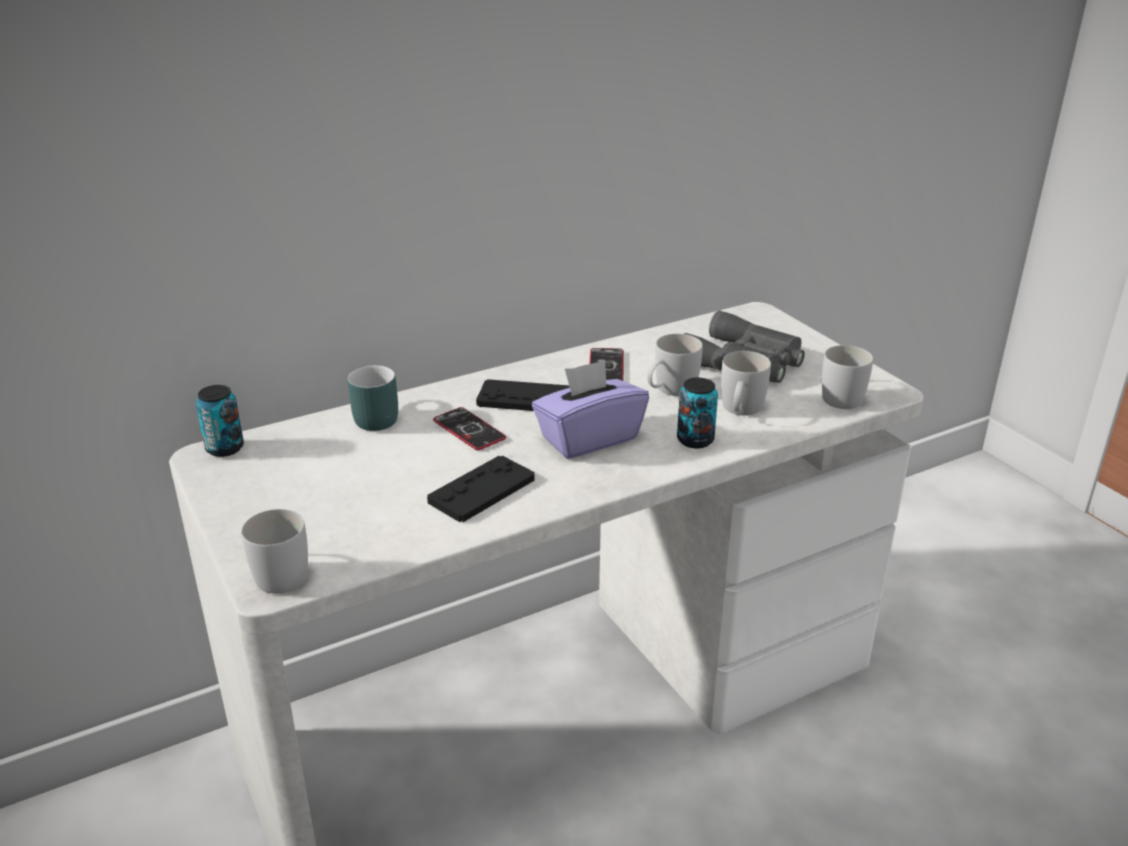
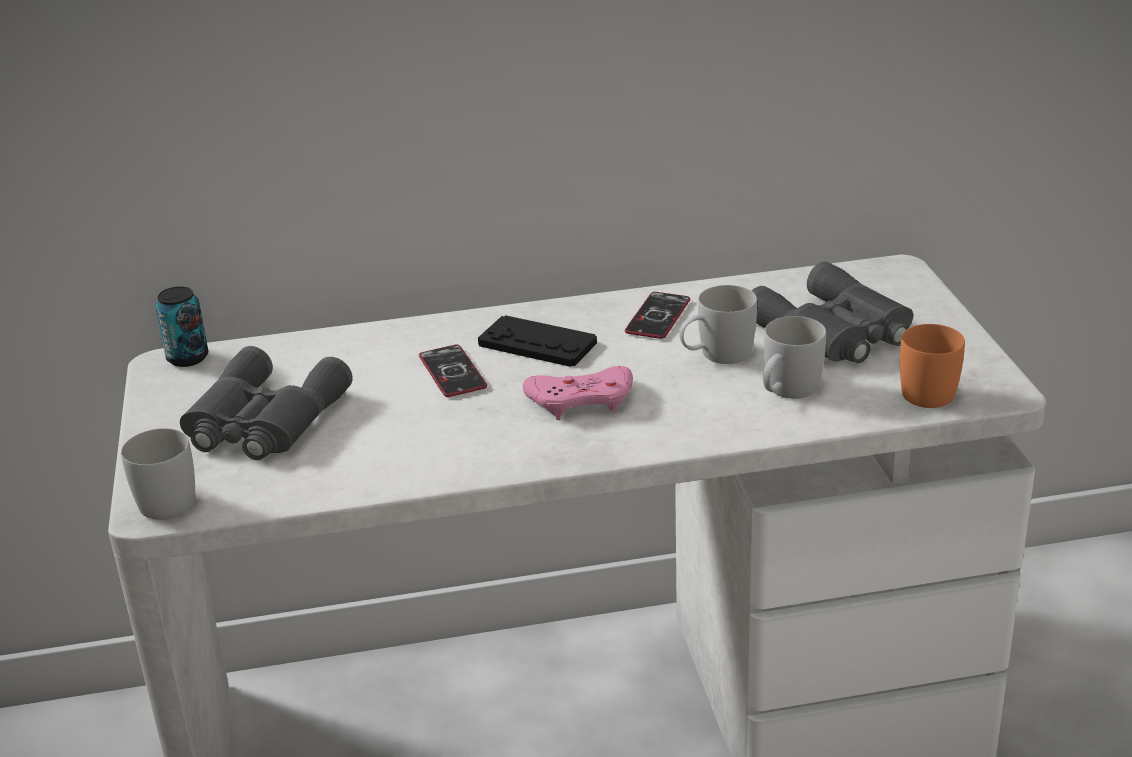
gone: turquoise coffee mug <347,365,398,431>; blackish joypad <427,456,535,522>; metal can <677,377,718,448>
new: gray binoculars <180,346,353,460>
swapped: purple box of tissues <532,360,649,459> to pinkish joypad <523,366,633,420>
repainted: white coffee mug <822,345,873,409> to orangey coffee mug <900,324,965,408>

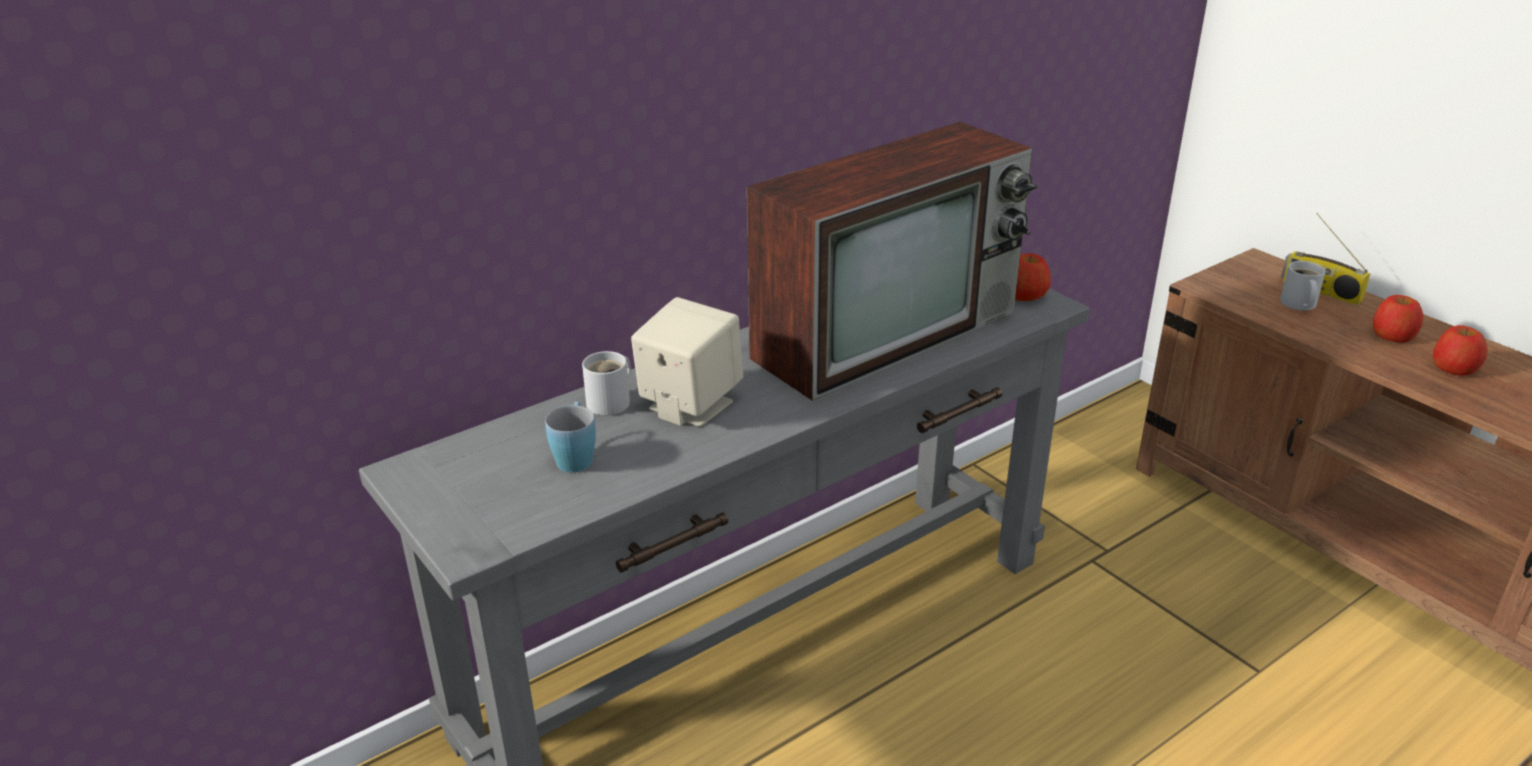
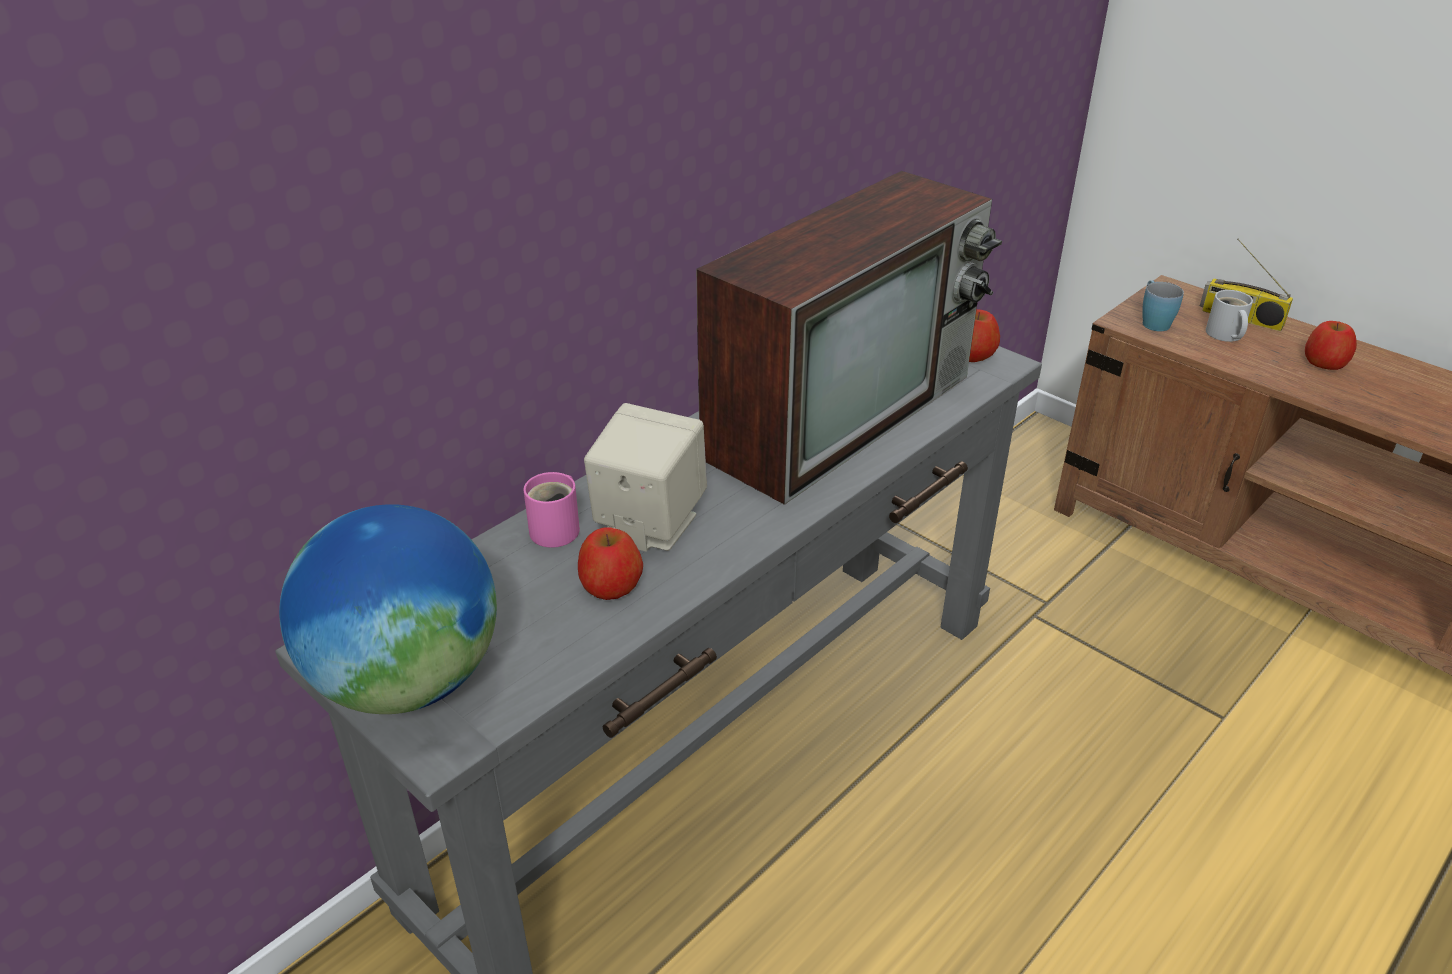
new: desk globe <279,504,497,714>
shifted: blue coffee mug <545,402,596,472> to <1143,280,1184,331>; apple <1433,325,1488,376> to <578,527,643,600>
repainted: white coffee mug <582,351,631,416> to pinkish coffee mug <523,472,580,548>

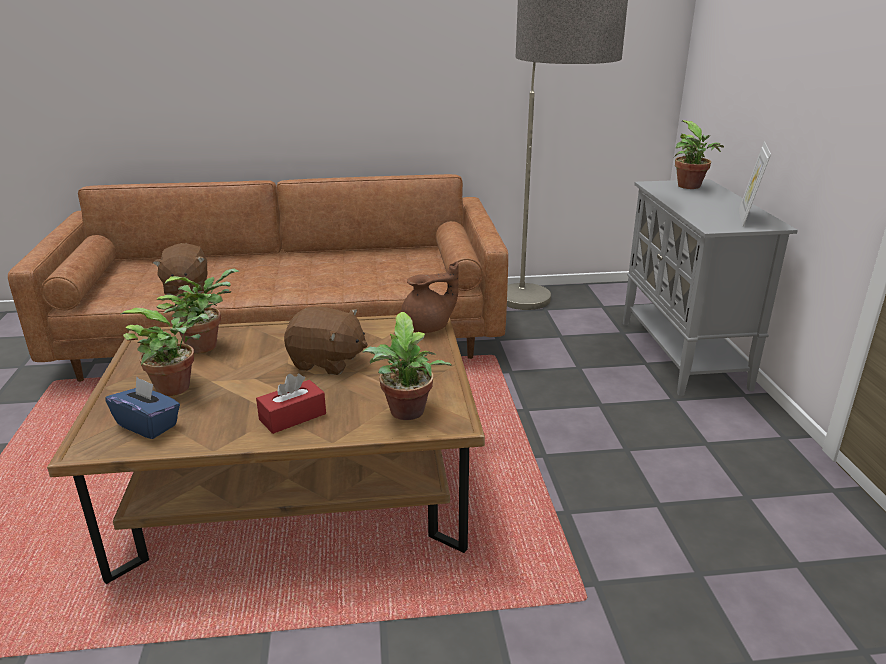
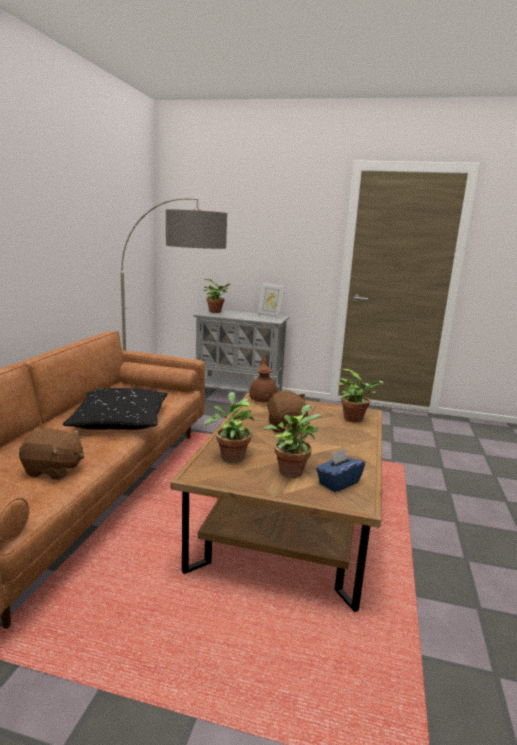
gone: reddish box of tissues <256,374,326,434>
new: blackish cushion <63,388,167,430>
rotated: brown-coloured plush toy <284,307,368,375> = <265,390,308,432> 45 degrees counterclockwise

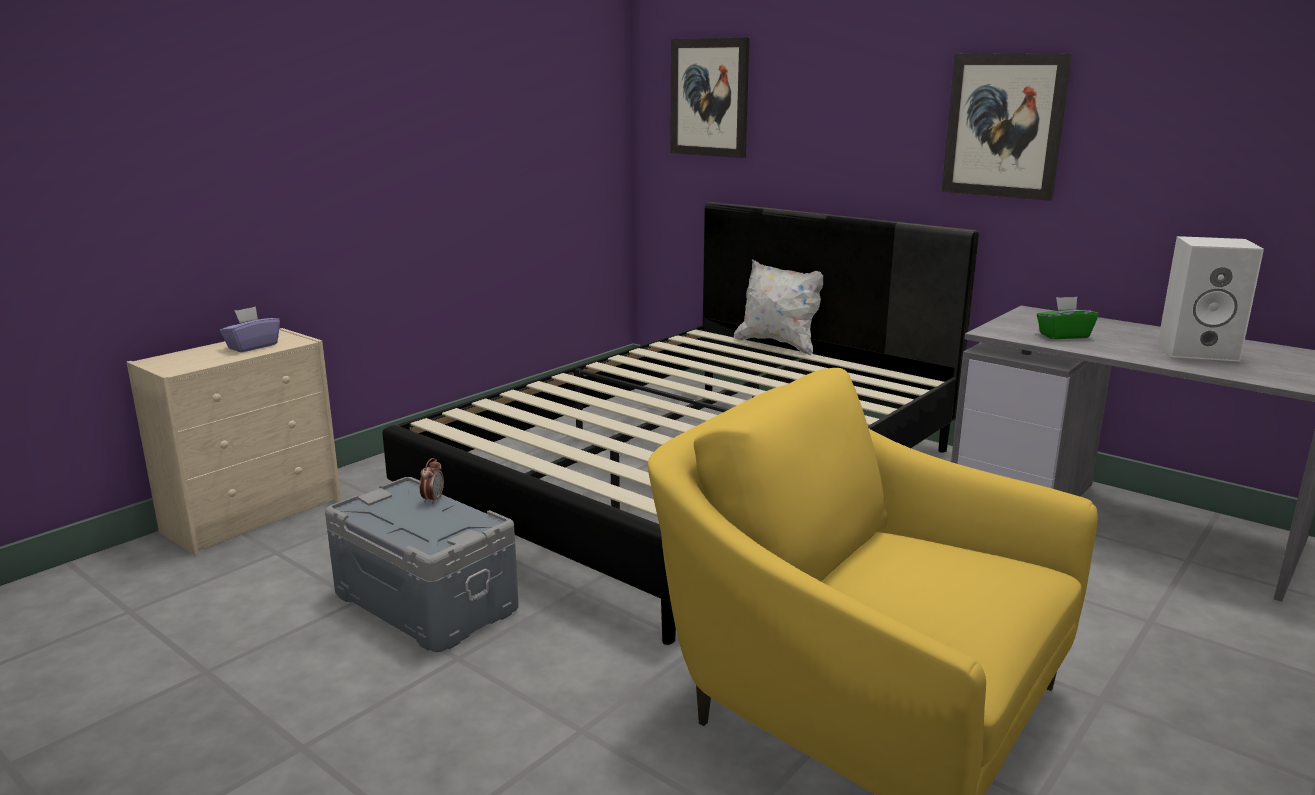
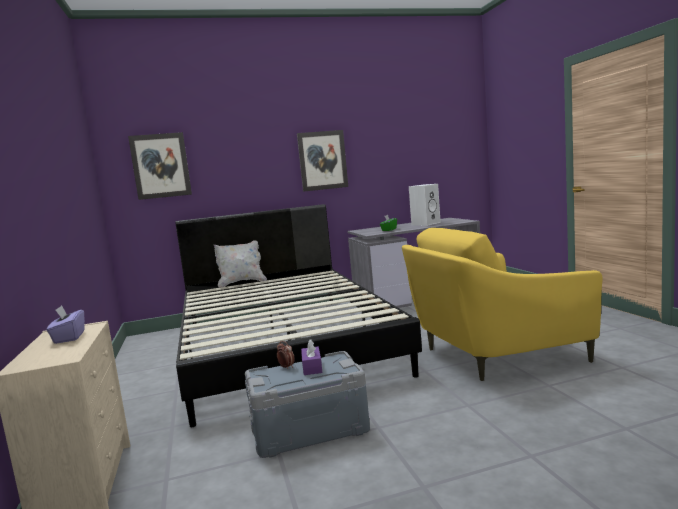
new: purple box of tissues <301,339,323,375>

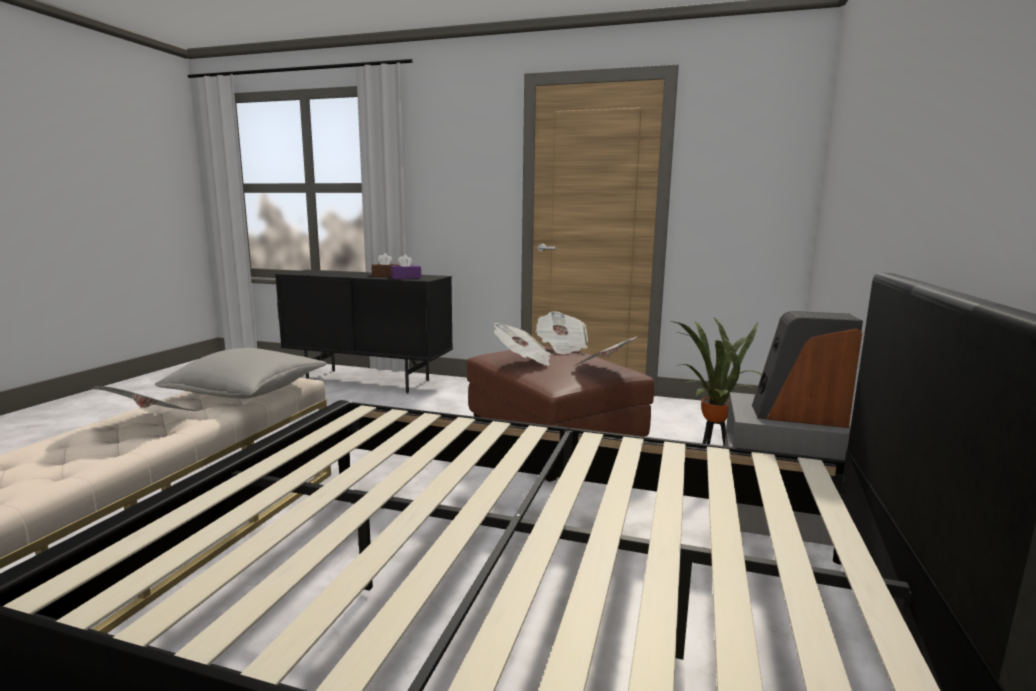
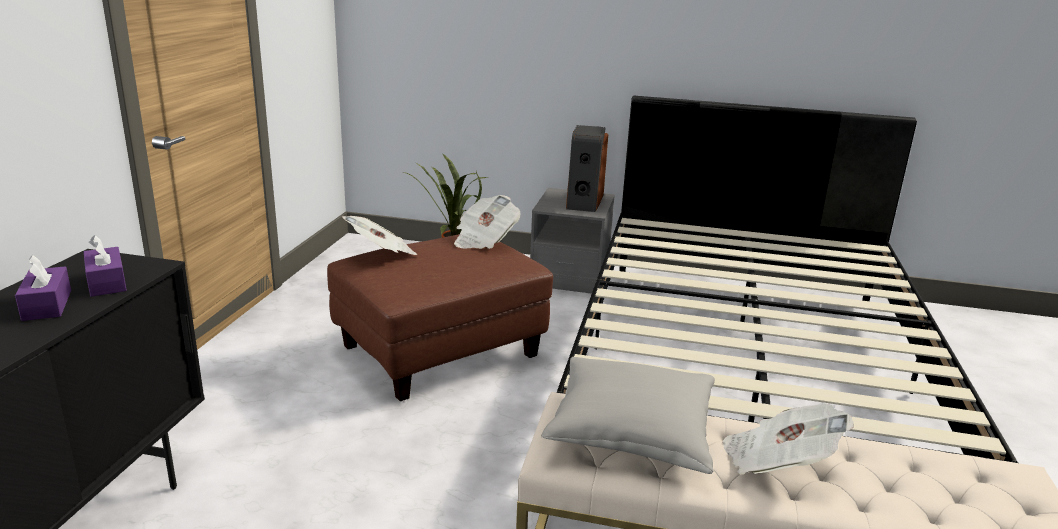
gone: printed paper <494,323,551,366>
repainted: brown-coloured box of tissues <372,253,400,277> to purple box of tissues <15,255,71,321>

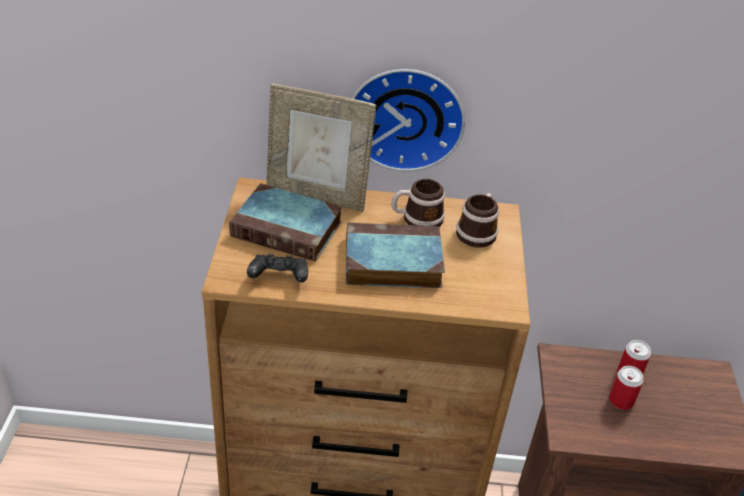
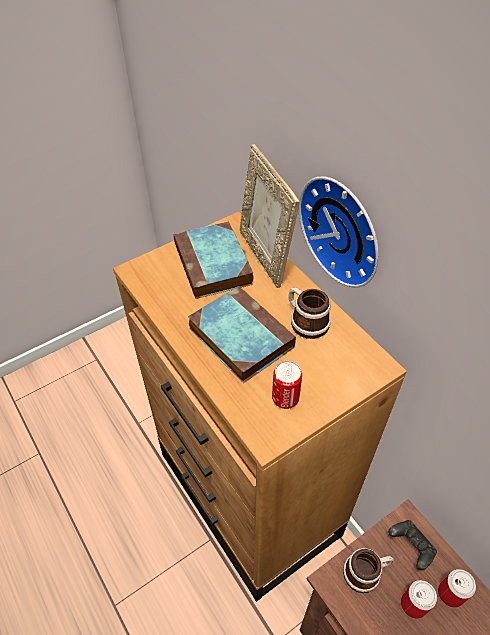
new: metal can <272,361,302,409>
shifted: blackish joypad <247,254,308,283> to <388,520,437,570>; coffee mug <456,193,499,247> to <343,548,393,593>

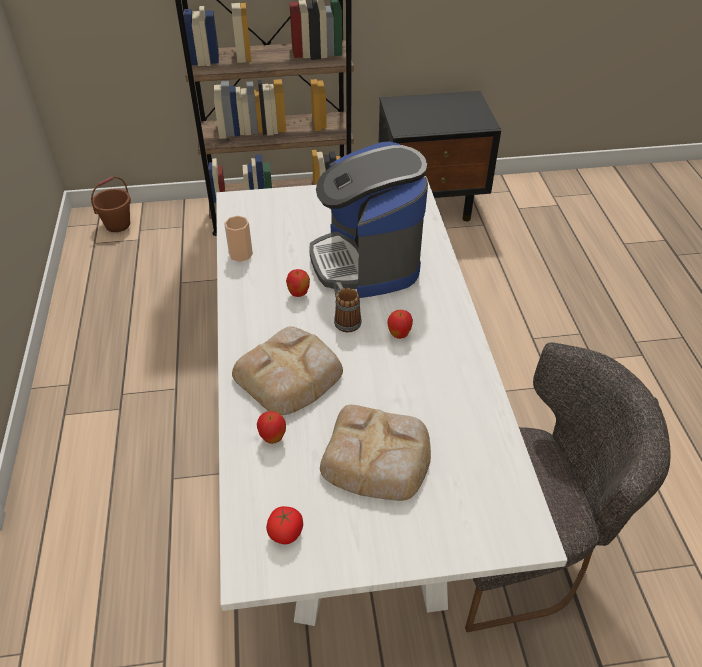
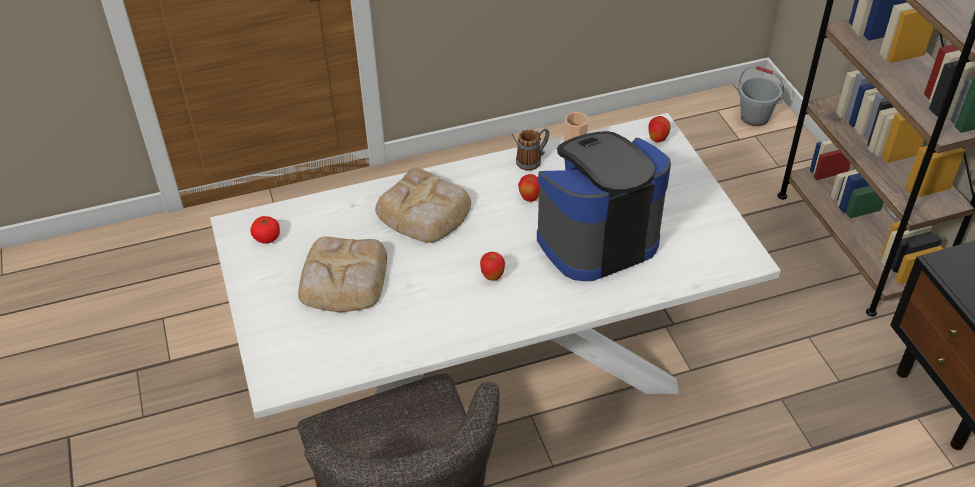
shifted: apple <257,411,286,444> to <649,116,671,143>; coffee mug <334,282,362,332> to <516,127,549,171>
repainted: brown-coloured water bucket <91,177,131,232> to gray water bucket <738,66,784,126>

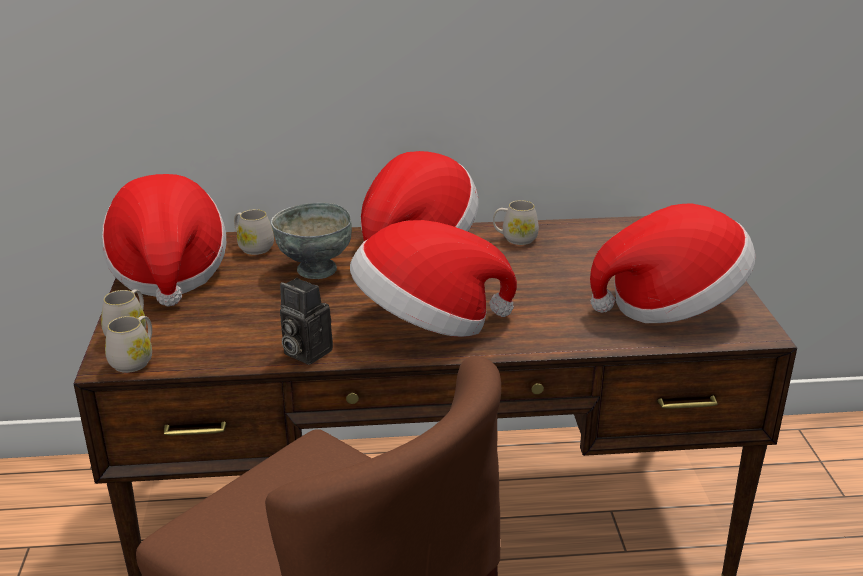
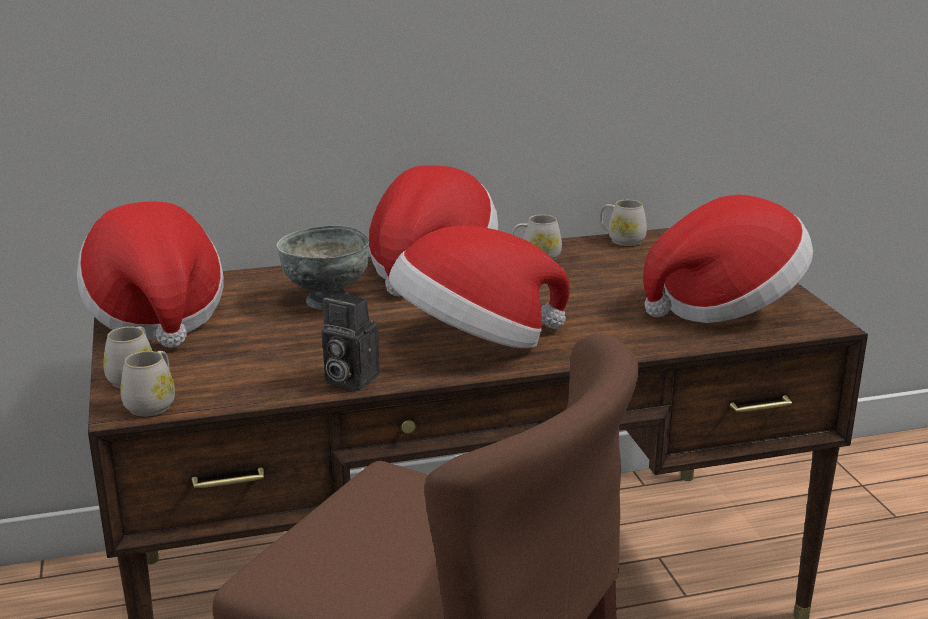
shifted: white coffee mug <234,209,274,255> to <600,200,647,246>

